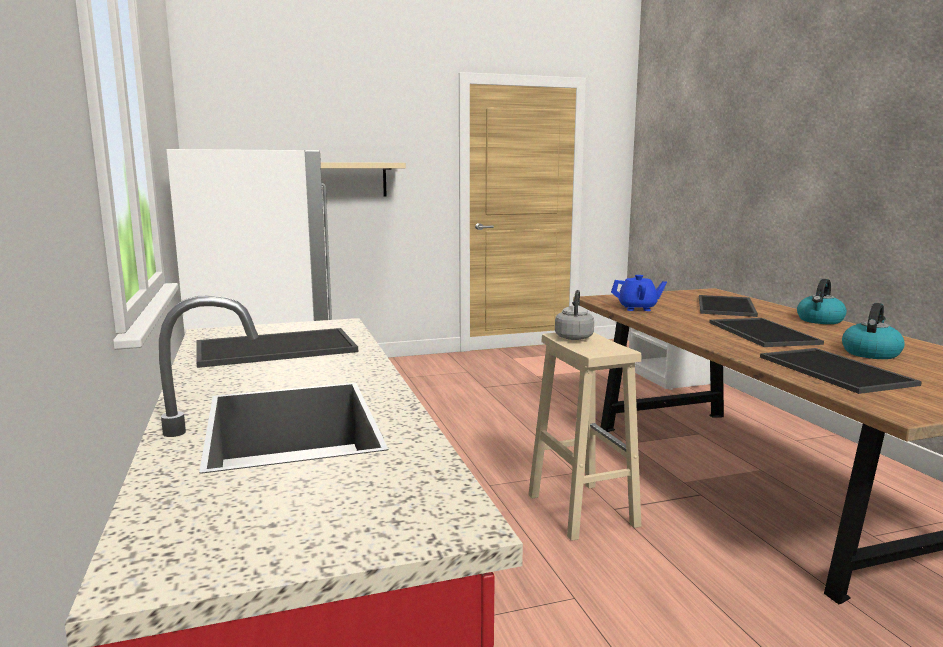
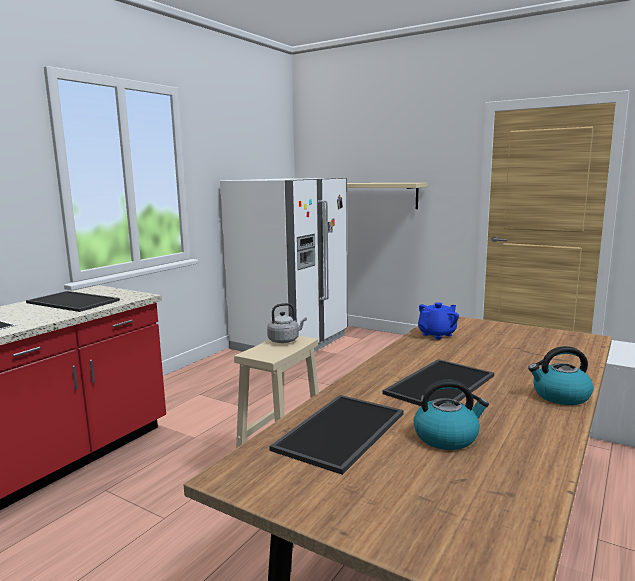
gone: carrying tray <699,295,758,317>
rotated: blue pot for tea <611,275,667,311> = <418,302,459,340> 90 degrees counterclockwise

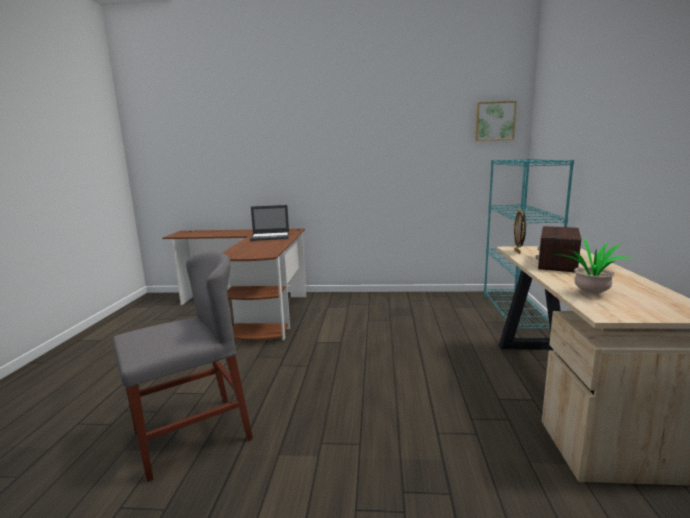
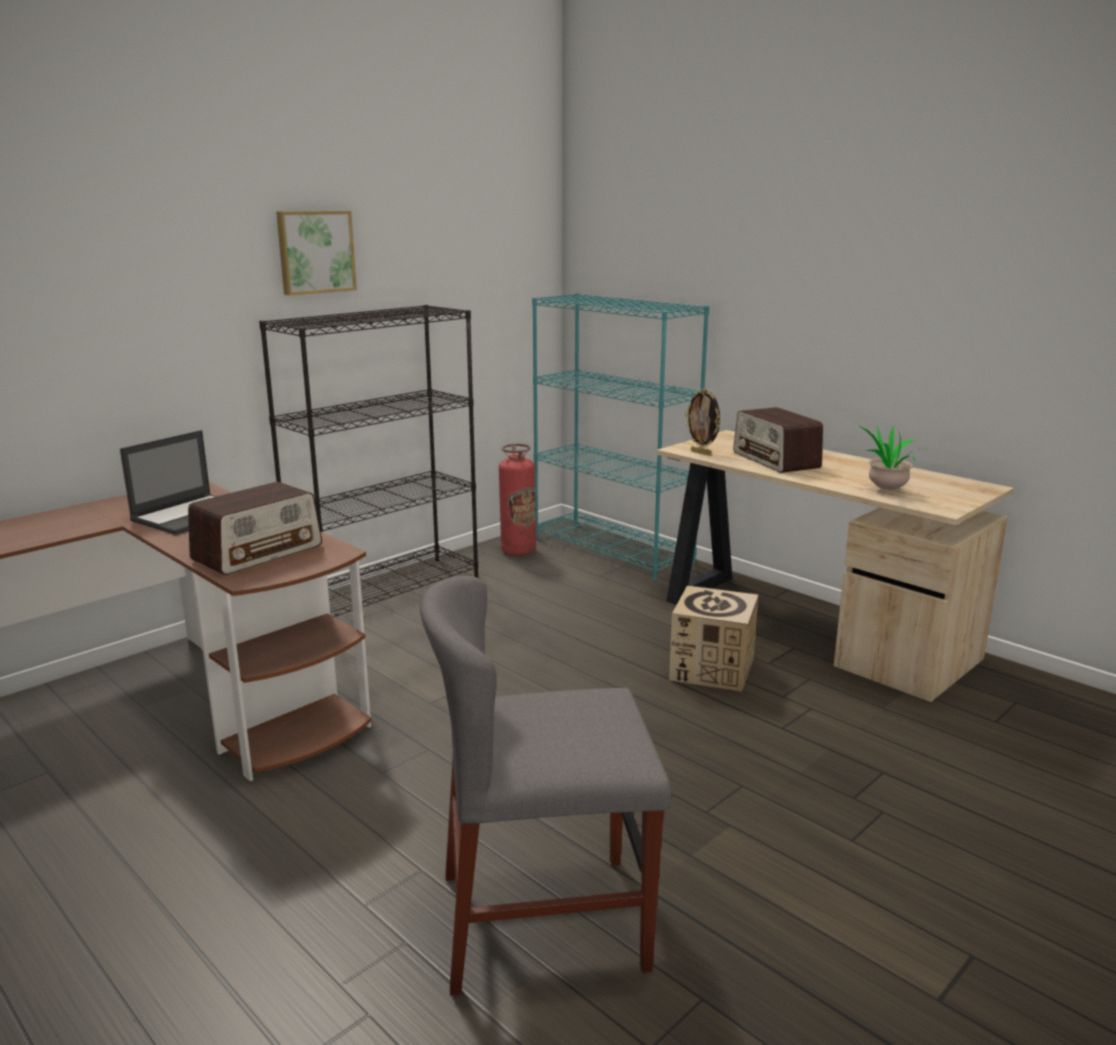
new: radio receiver <188,482,322,575>; blackish shelving unit <259,305,478,617>; fire-fighting cylinder <499,444,536,556>; packing box <669,585,758,692>
shifted: picture <475,101,517,141> to <276,211,357,295>
rotated: gray upright chair <113,252,253,482> = <420,576,671,995> 105 degrees counterclockwise

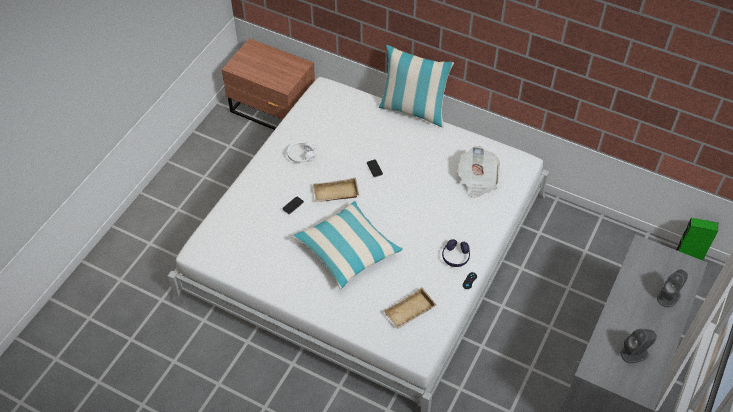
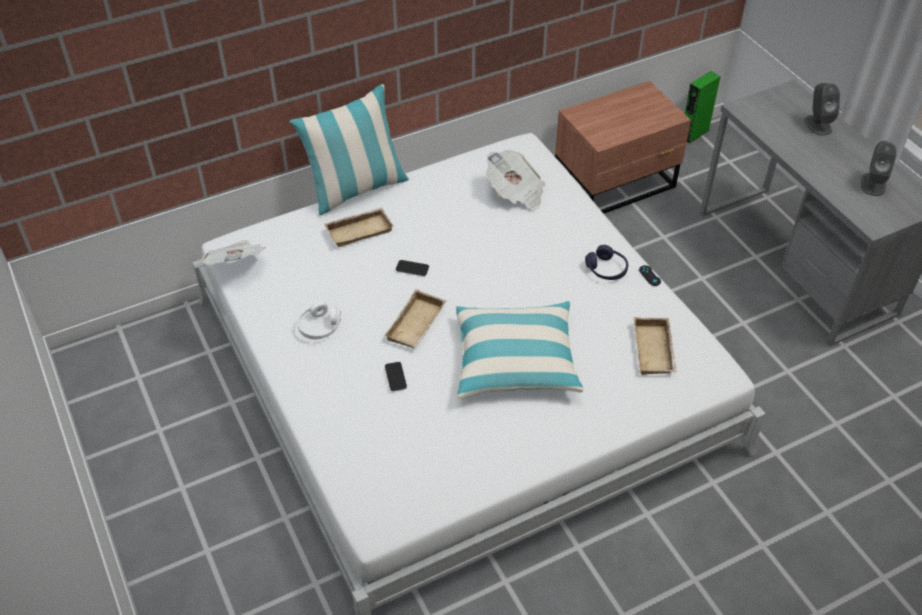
new: printed paper <201,240,266,265>; sand-coloured carrying tray <324,207,394,247>
shifted: brown-coloured night table <222,38,315,130> to <555,81,691,213>

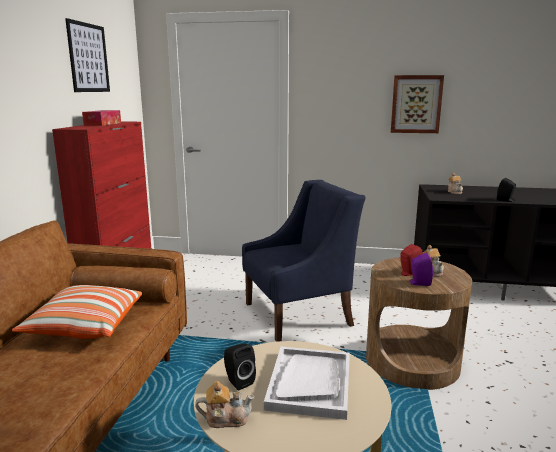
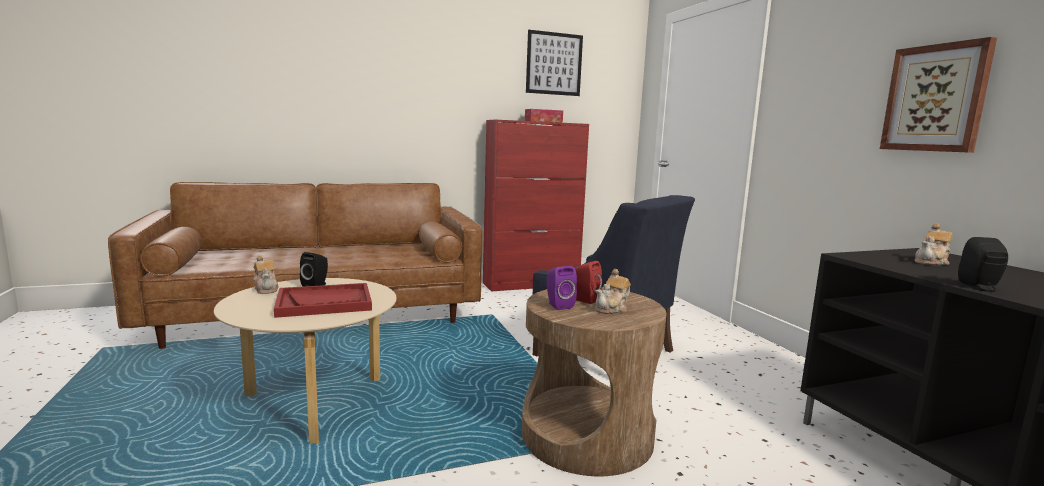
gone: cushion <12,285,142,339>
repainted: white carrying tray <264,347,350,420> to reddish carrying tray <274,283,372,318>

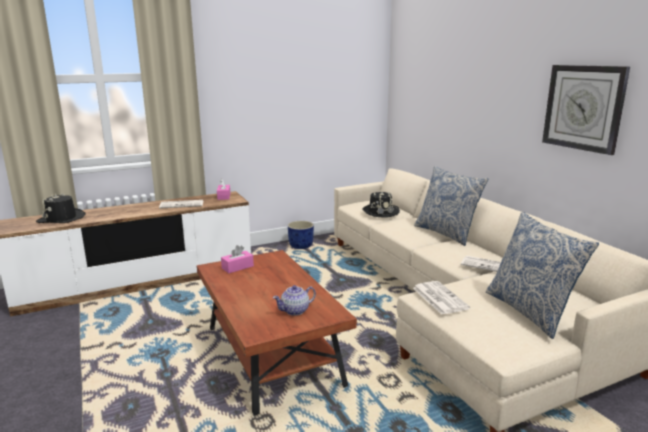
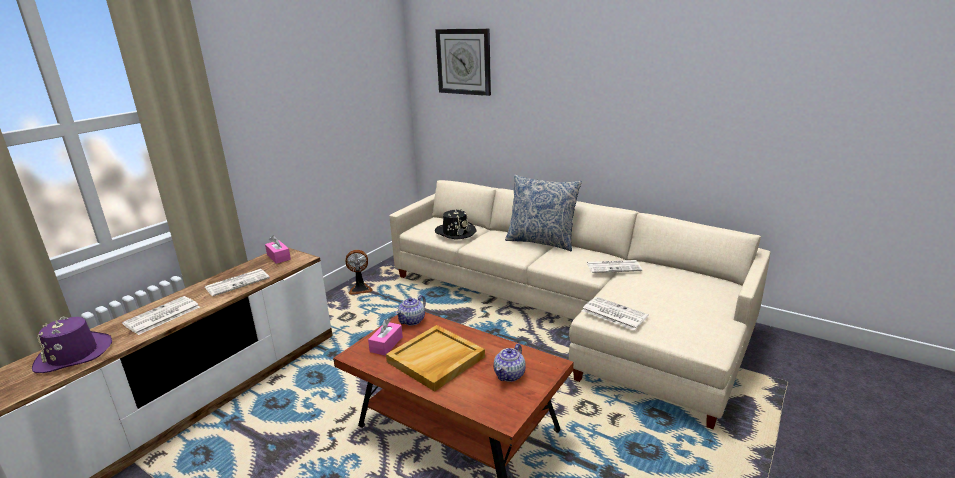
gone: cushion <486,212,599,339>
new: printed paper <122,296,200,335>; sand-coloured carrying tray <386,325,485,392>; pot for tea <395,295,426,326>
shifted: wall clock <542,65,630,155> to <435,29,491,96>
swapped: blue planter <288,221,314,249> to fan <345,250,373,295>
repainted: blackish wearable hat <36,193,86,223> to purple wearable hat <32,316,112,373>

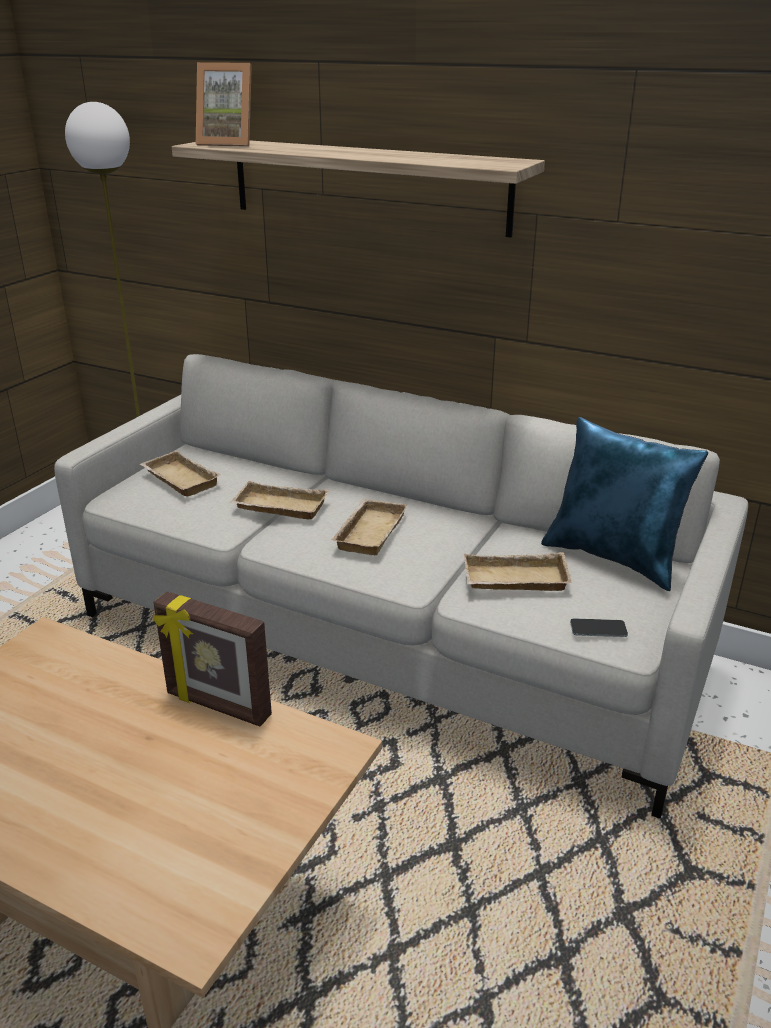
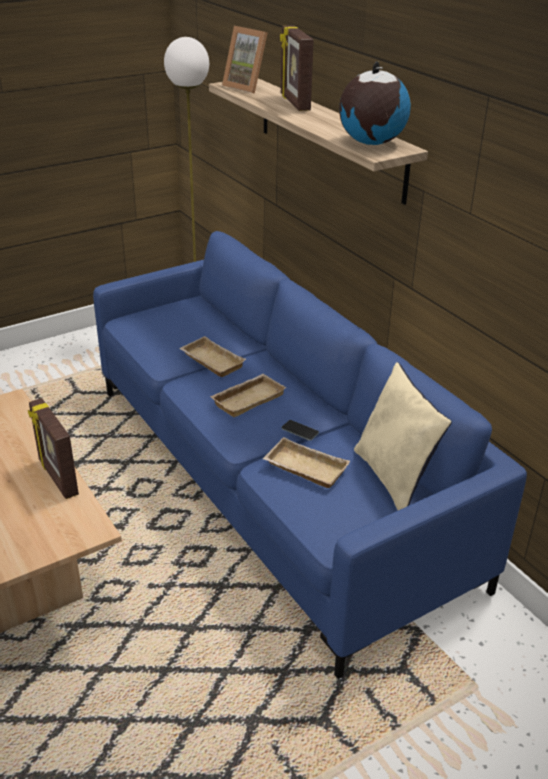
gone: sand-coloured carrying tray <139,450,221,497>
new: picture frame <280,25,314,111>; desk globe <339,61,411,145>
shifted: handset <570,618,628,637> to <281,420,319,441>
repainted: gray settee <54,354,748,819> to blue settee <93,231,527,679>; blue cushion <541,417,708,591> to sand-coloured cushion <354,362,452,510>

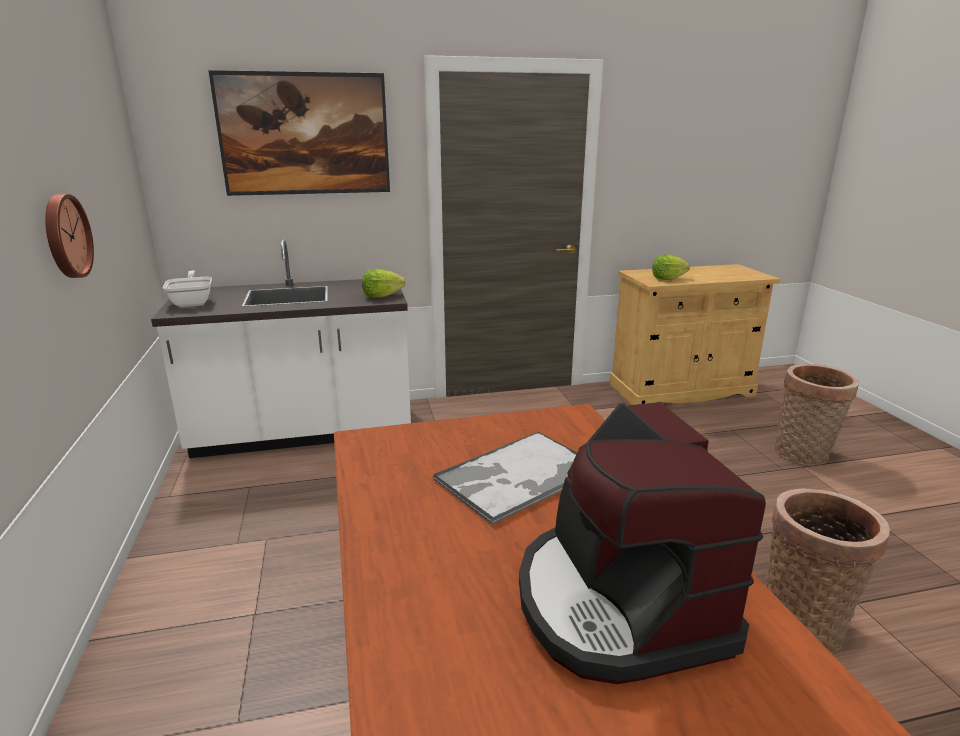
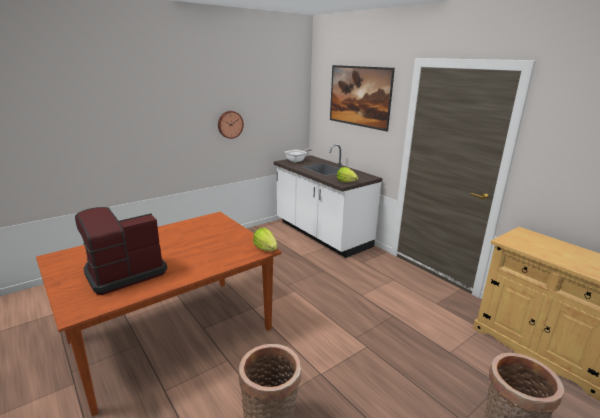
gone: carrying tray <433,431,577,526>
shifted: lettuce head <652,255,690,280> to <253,228,278,251>

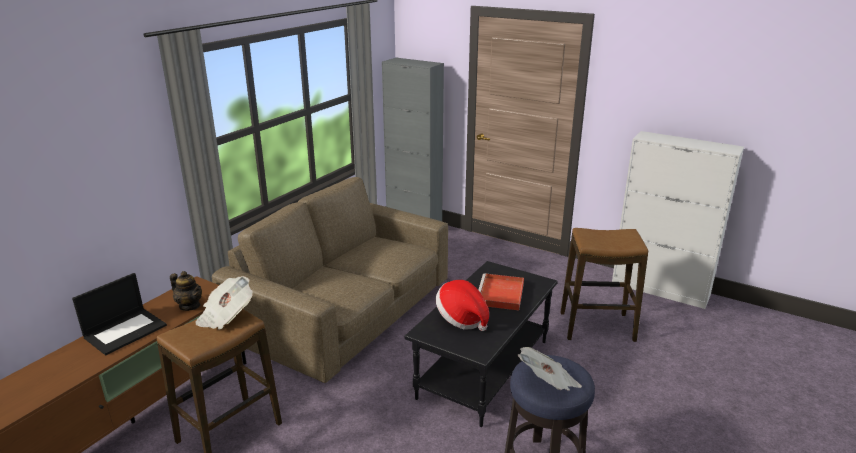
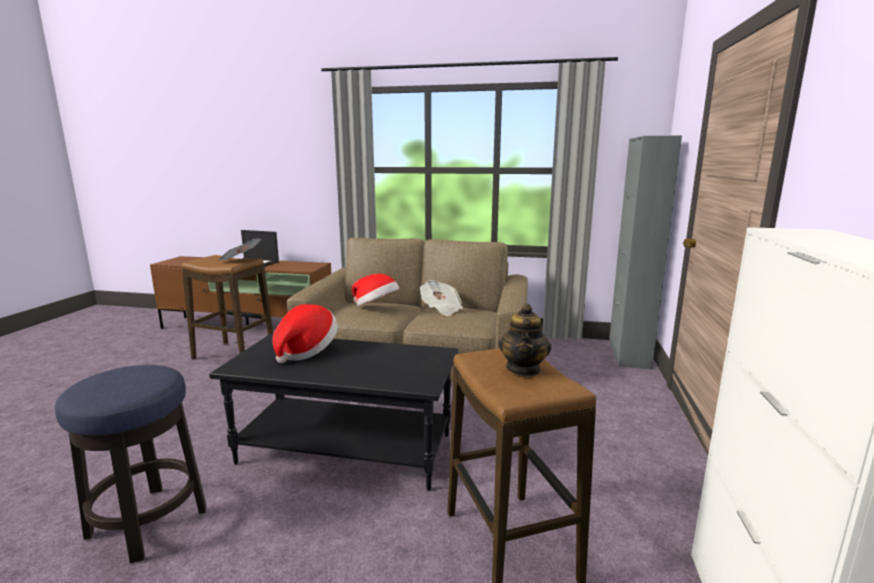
gone: reddish carrying tray <478,273,524,310>
new: wearable hat <352,274,399,306>
shifted: pot for tea <170,271,202,311> to <498,303,552,376>; printed paper <518,347,582,391> to <420,280,463,316>

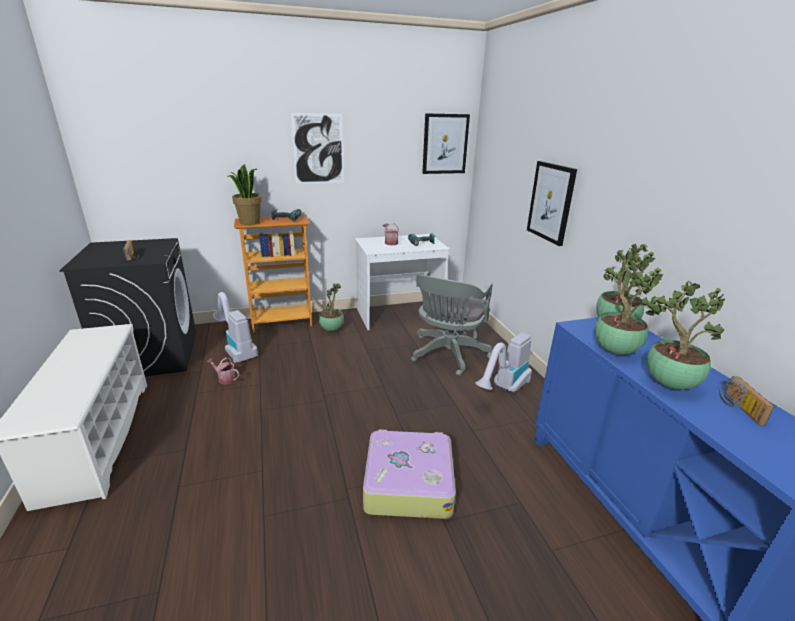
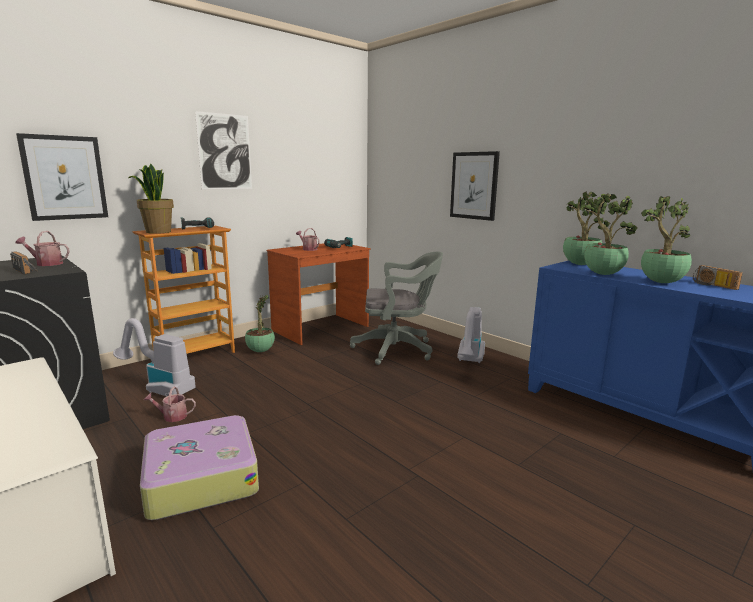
new: watering pot <16,231,70,266>
shifted: travel case <363,429,456,519> to <140,415,259,520>; picture <422,113,470,174> to <16,133,108,221>
repainted: white desk unit <355,234,450,330> to brown-coloured desk unit <267,243,371,345>
rotated: gray office chair <411,271,492,376> = <350,252,443,365> 90 degrees counterclockwise

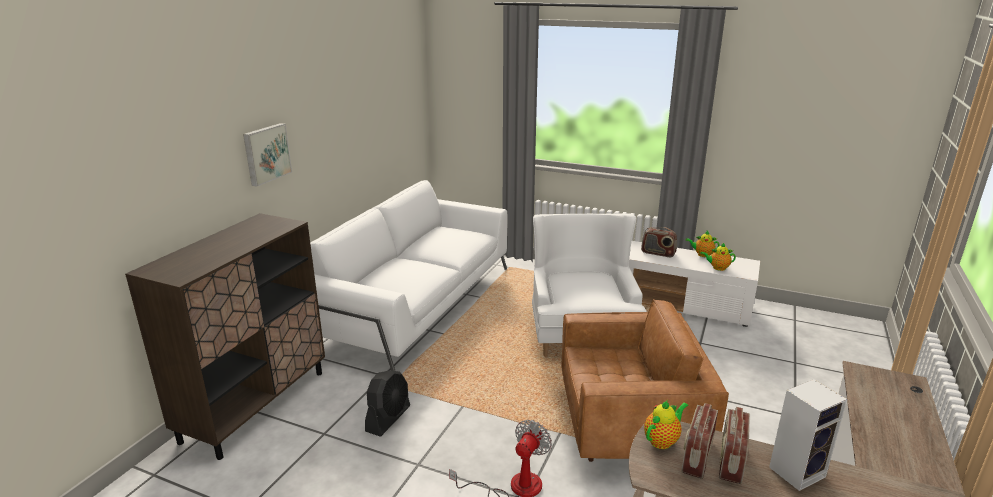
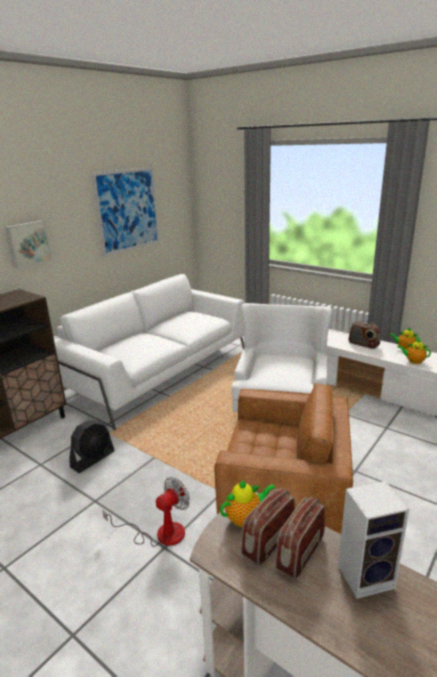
new: picture <92,167,160,257>

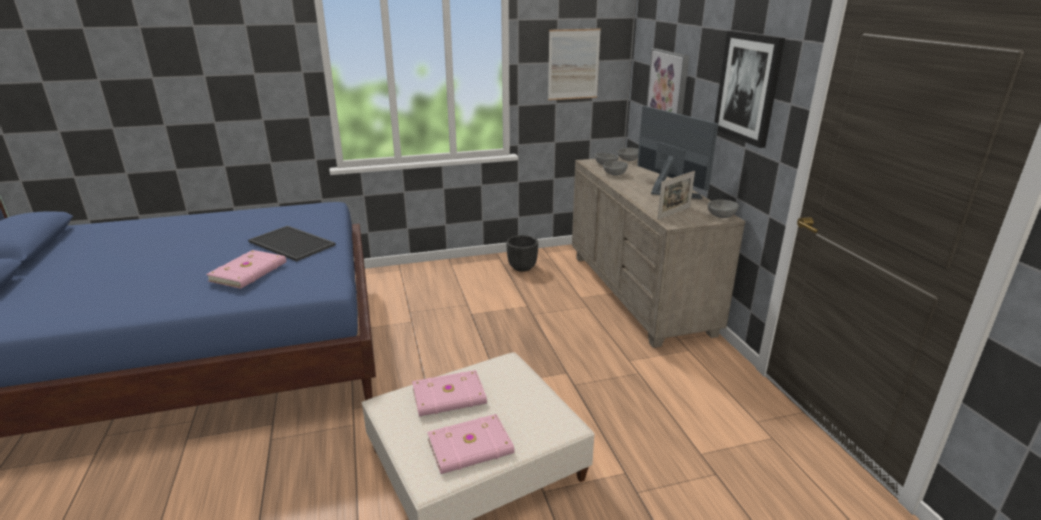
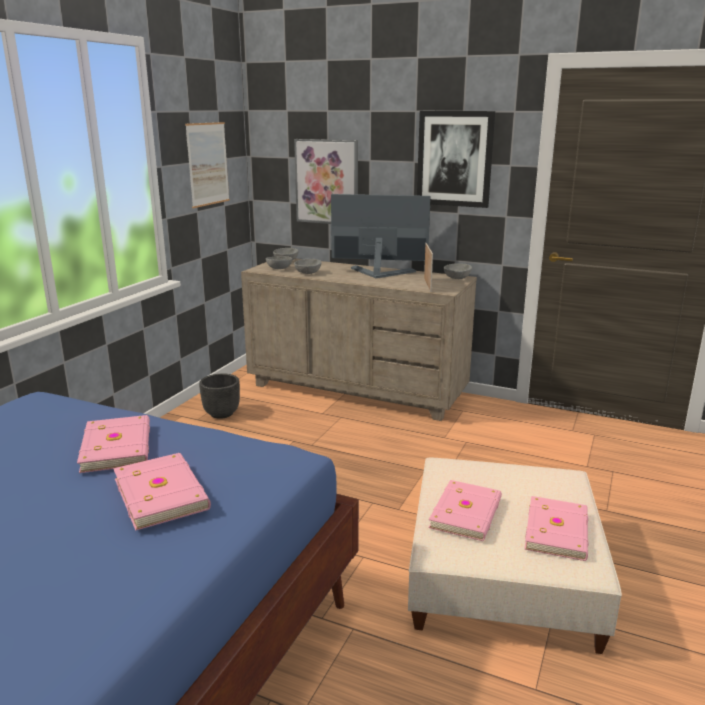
swapped: carrying tray <248,226,336,261> to pinkish book <77,415,150,473>

